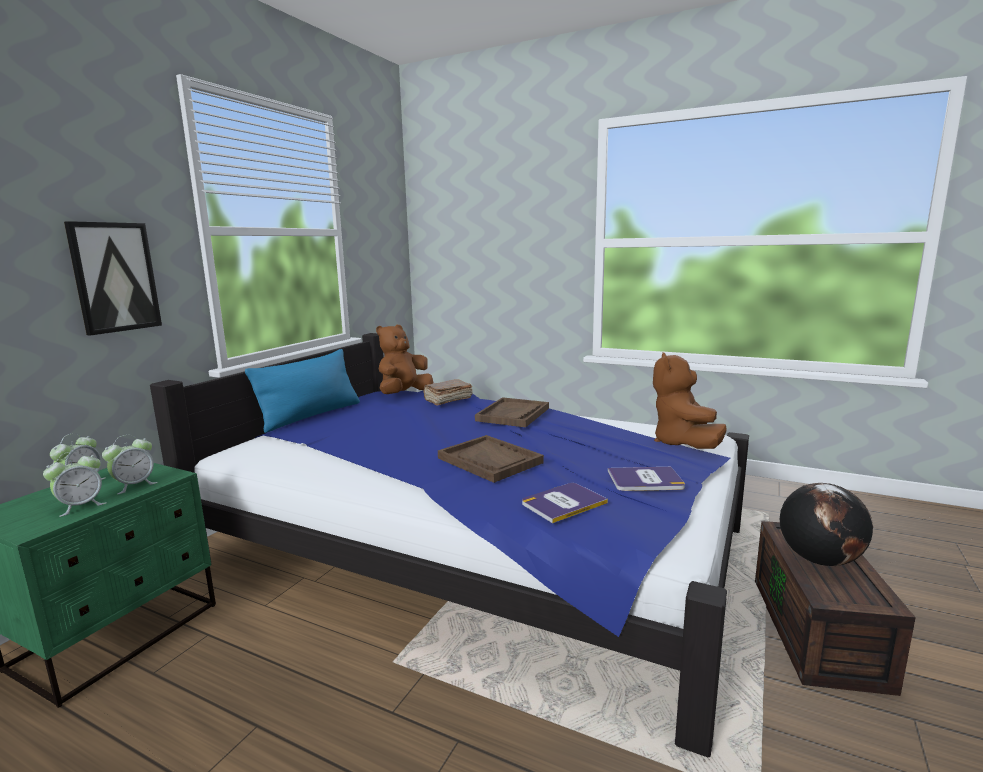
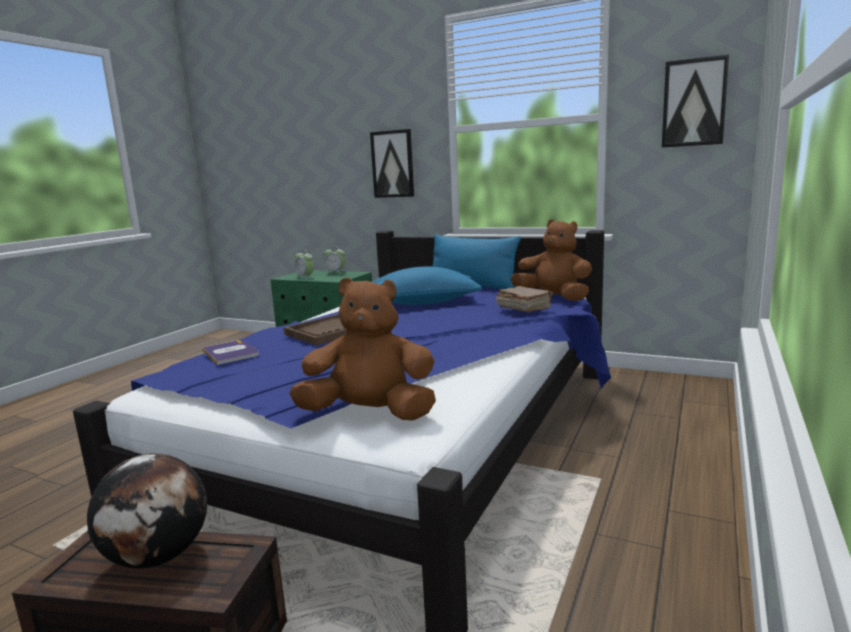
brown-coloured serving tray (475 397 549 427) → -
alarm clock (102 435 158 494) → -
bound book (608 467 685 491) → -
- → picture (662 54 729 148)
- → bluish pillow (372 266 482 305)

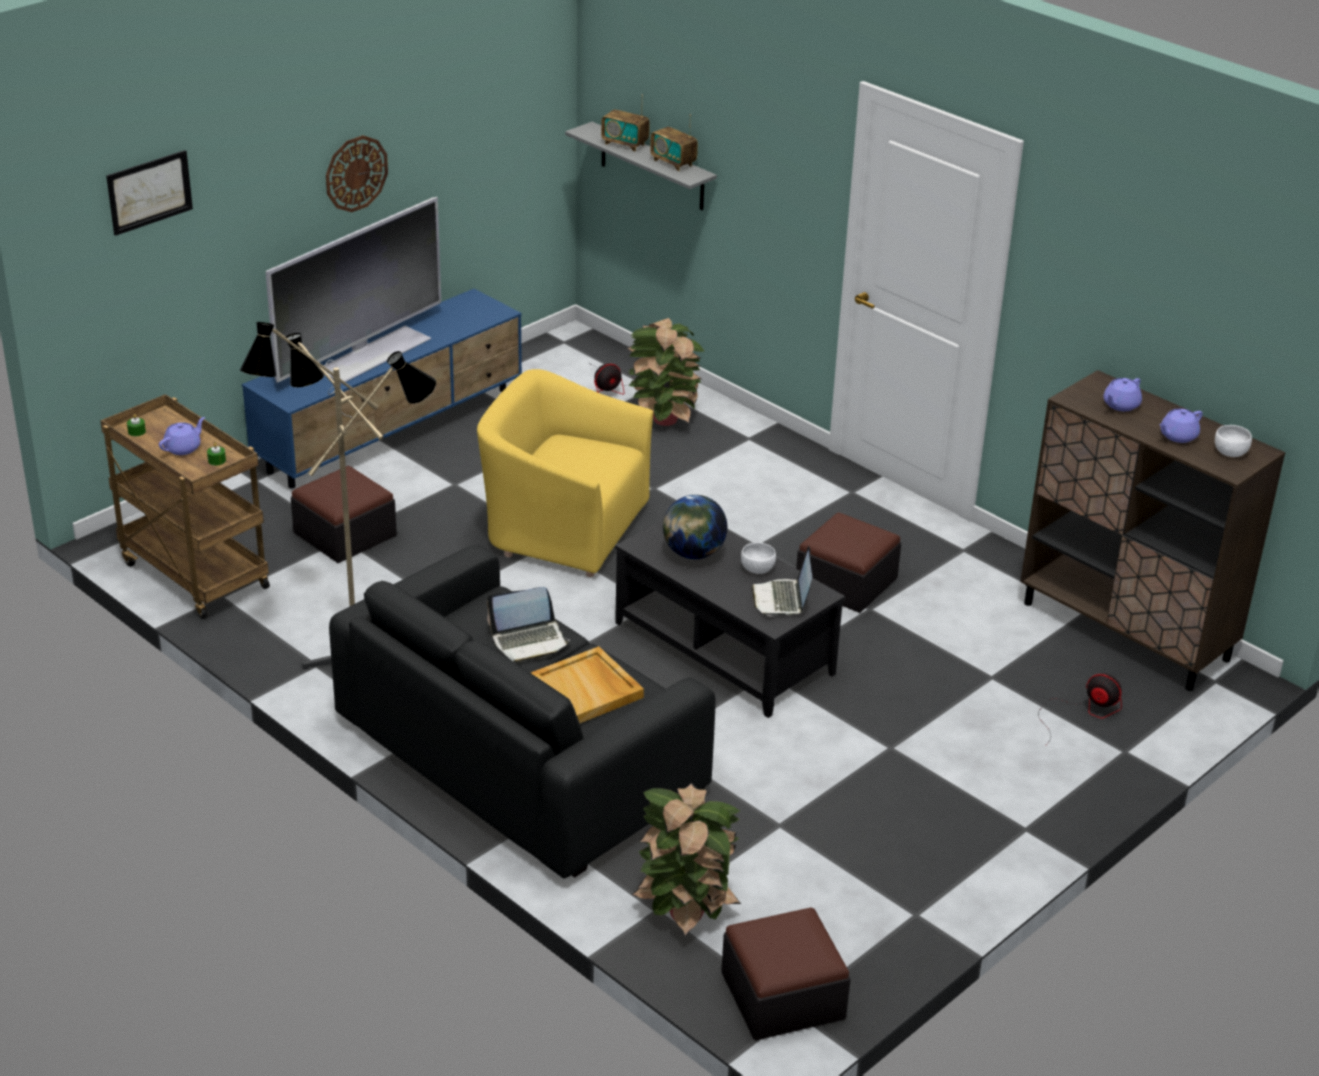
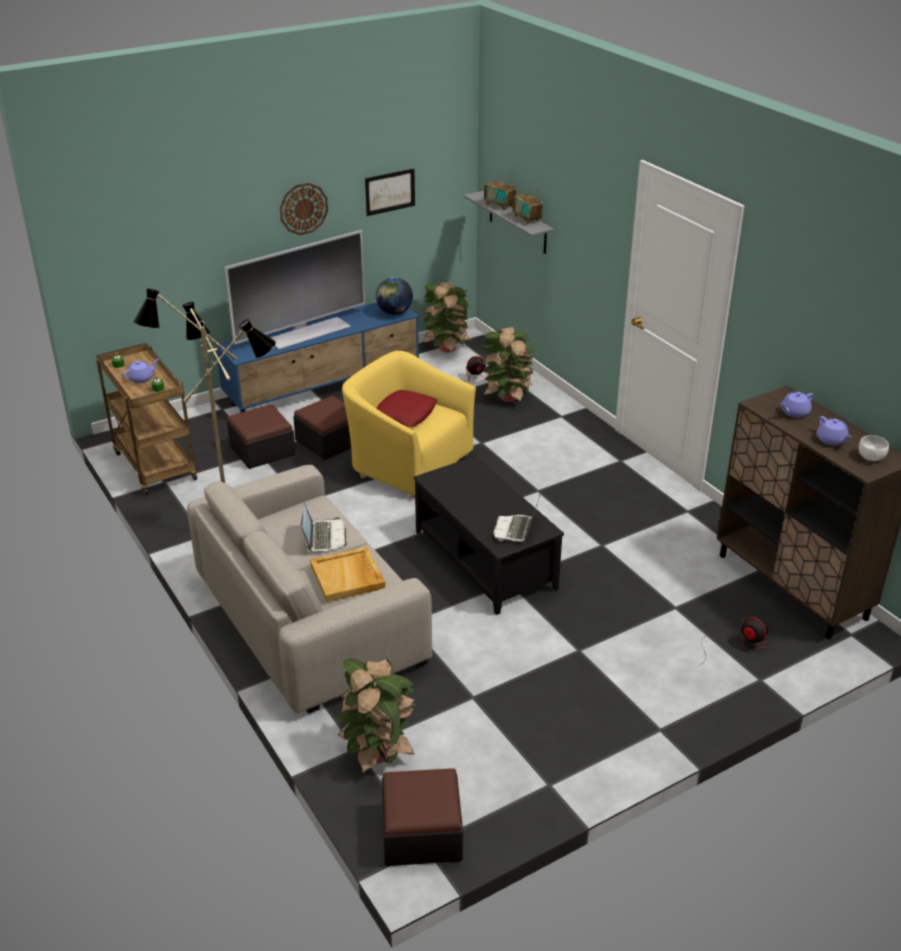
picture (106 150 193 236) → picture (365 168 415 216), relocated
purplish teapot (1159 409 1203 443) → purplish teapot (817 416 852 445), 90 degrees counterclockwise
world globe (663 495 727 559) → world globe (376 277 413 315), relocated
footrest (796 512 901 613) → footrest (293 396 351 460), relocated
white-coloured deep dish (741 542 776 574) → -
blackish settee (329 545 716 879) → sand-coloured settee (187 465 432 714)
portable computer (487 587 570 663) → portable computer (301 502 347 552), 90 degrees counterclockwise
- → plant in a pot (421 282 472 353)
- → red-coloured pillow (376 390 438 428)

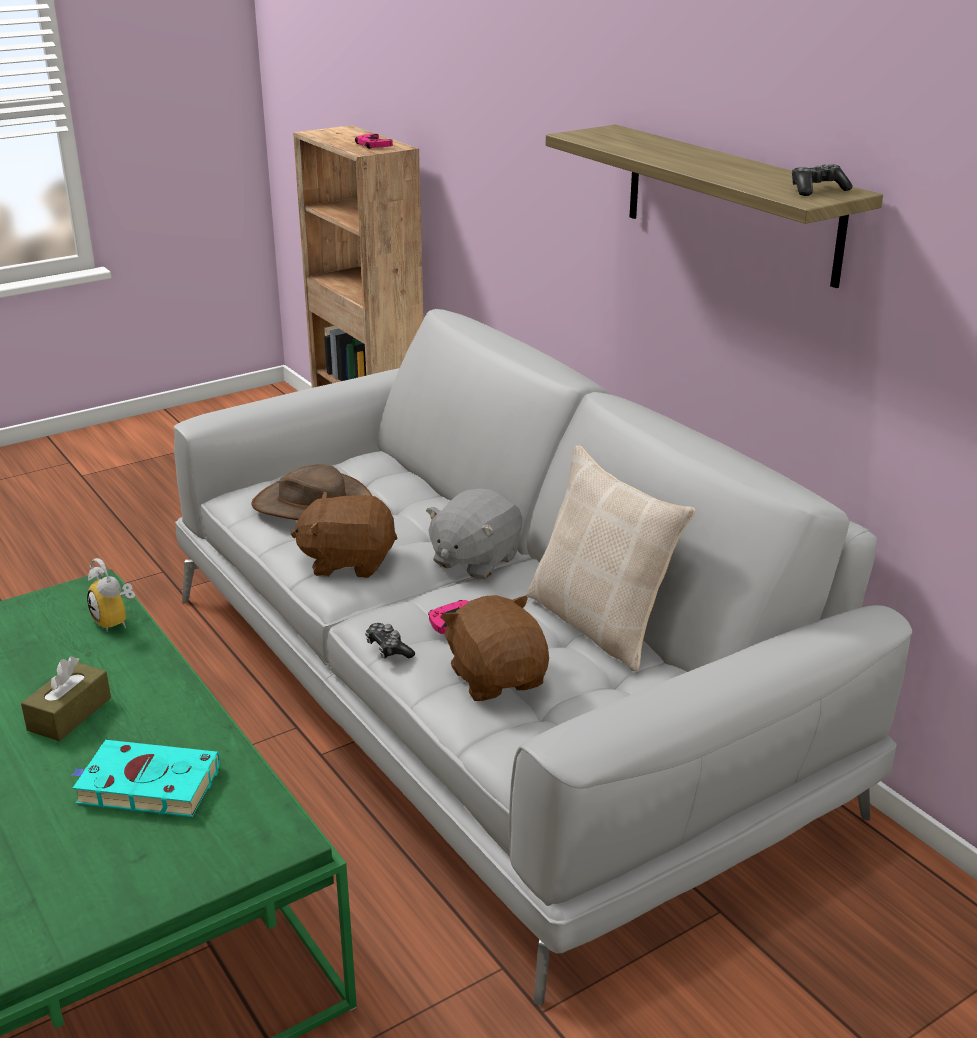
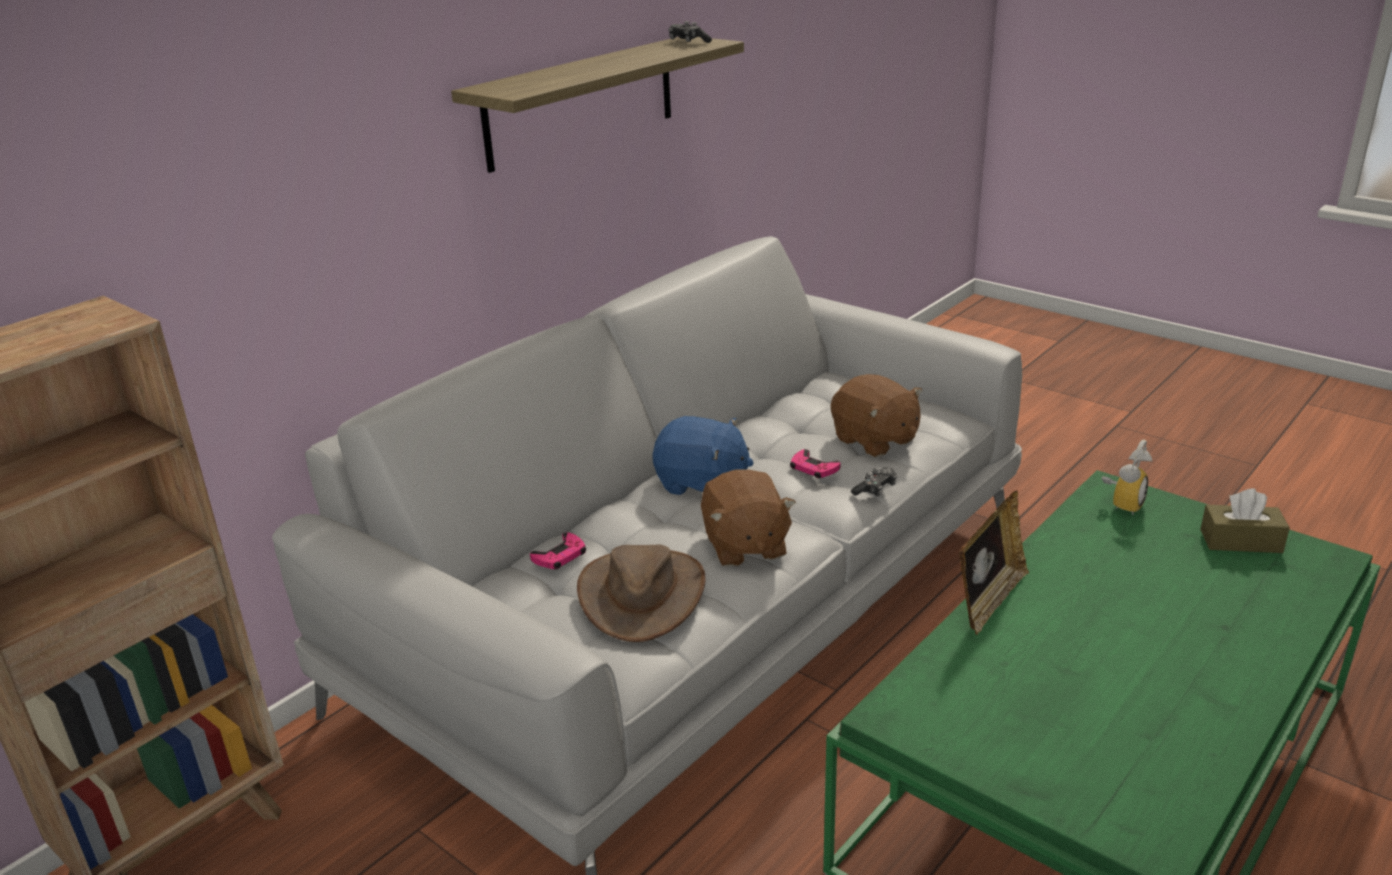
pink joypad (355 134 393 149) → pink joypad (530 532 586 570), relocated
sand-coloured pillow (526 445 696 671) → -
grey cuddly toy (426 489 522 580) → bluish cuddly toy (652 416 754 495)
alarm clock (87 558 135 632) → alarm clock (1101 440 1152 515), relocated
brown-coloured cuddly toy (440 595 549 701) → brown-coloured cuddly toy (831 374 922 457), 90 degrees counterclockwise
brown-coloured tissue box (21 656 111 741) → brown-coloured tissue box (1200 488 1290 553), relocated
turquoise bound book (71 740 220 817) → -
- → standing frame (959 490 1029 635)

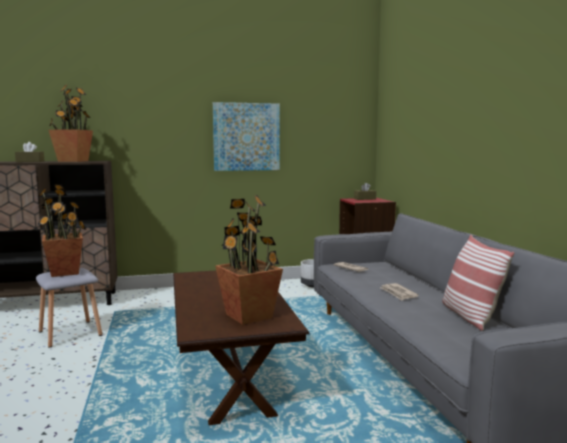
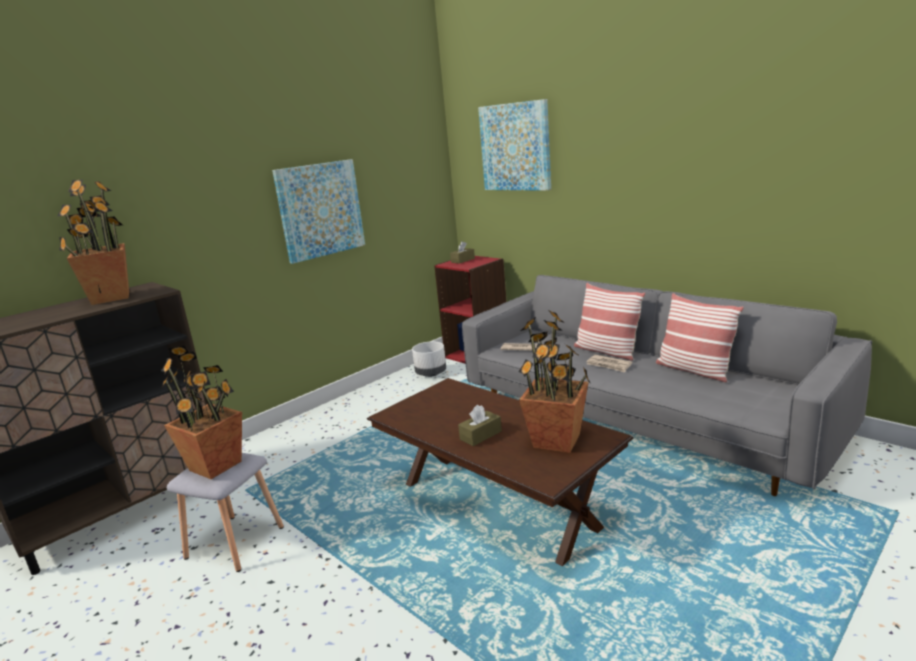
brown-coloured tissue box (15 142 44 162) → brown-coloured tissue box (458 405 502 446), relocated
- → picture (478 99 551 191)
- → pillow (574 283 645 361)

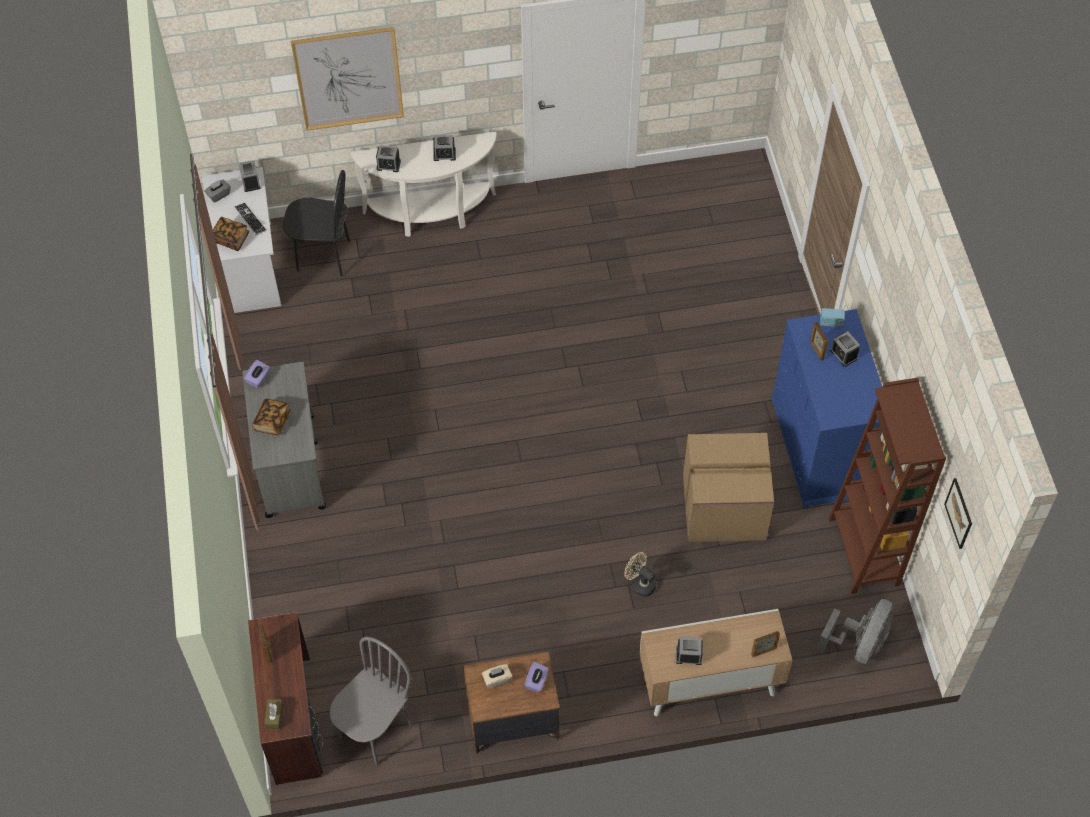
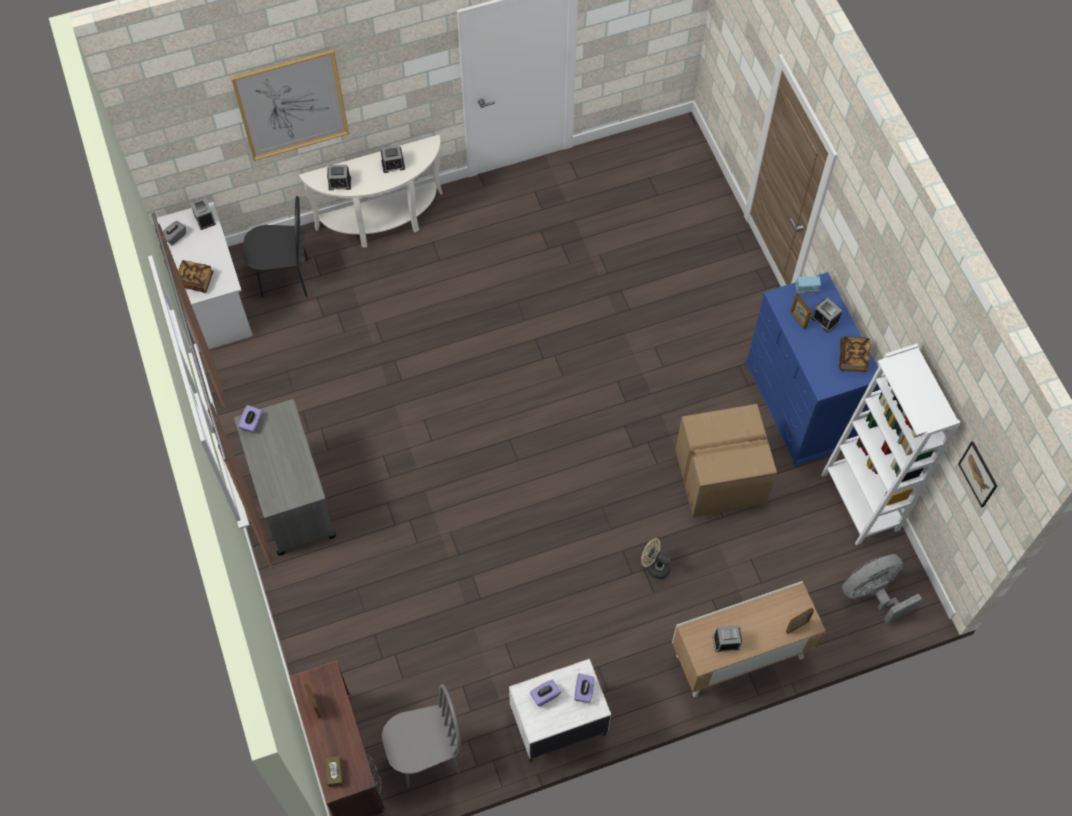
keyboard (234 202 267 235) → -
brown-coloured bookshelf (829 378 946 594) → white-coloured bookshelf (821 344 960 545)
bound book (252 398 291 436) → bound book (839 336 870 372), relocated
grey electric fan (817 599 893 664) → grey electric fan (842 554 922 624), 135 degrees counterclockwise
grey upright chair (330 637 412 765) → grey upright chair (382 684 461 788), 45 degrees clockwise
brown-coloured nightstand (463 651 560 754) → white-coloured nightstand (509 659 611 764)
sand-coloured tissue box (482 664 513 689) → purplish tissue box (530 680 561 707)

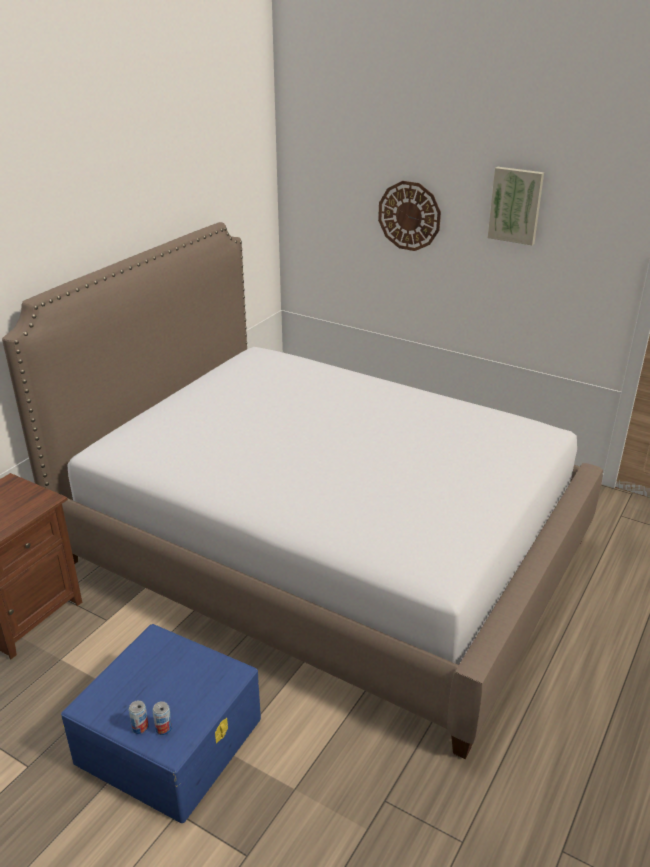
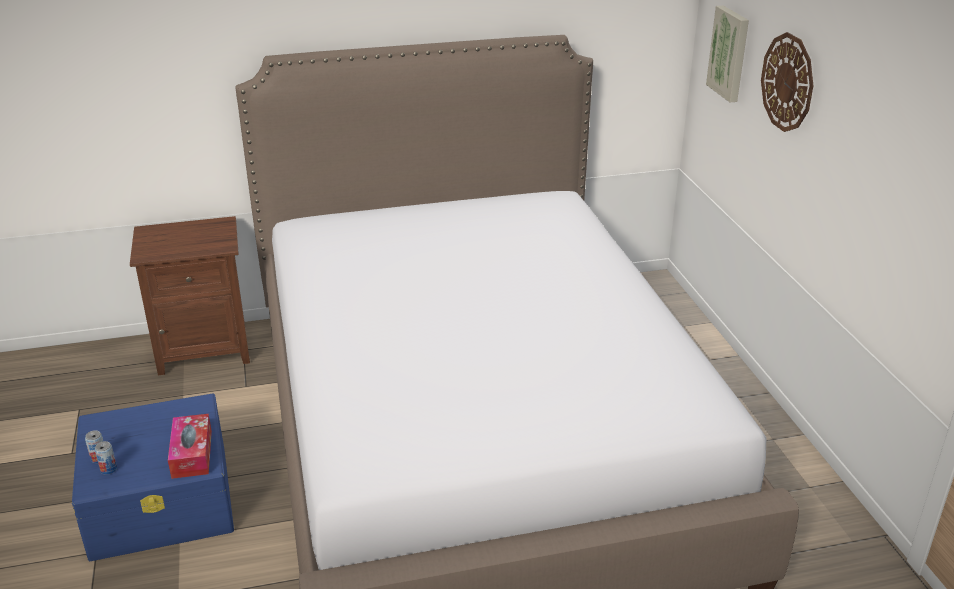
picture (488 167 544 245) → picture (706 5 749 102), relocated
- → tissue box (168 414 212 479)

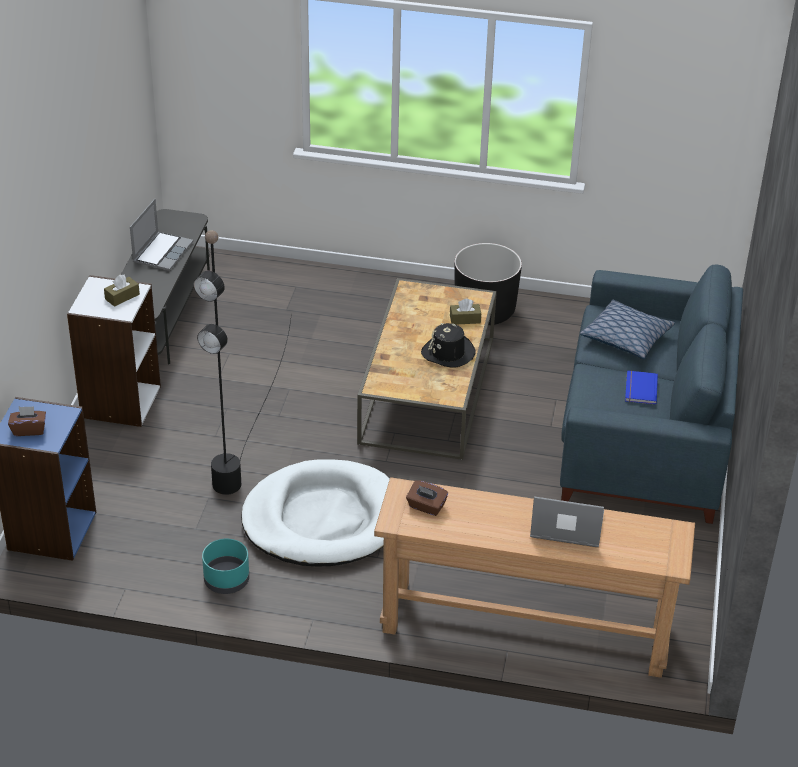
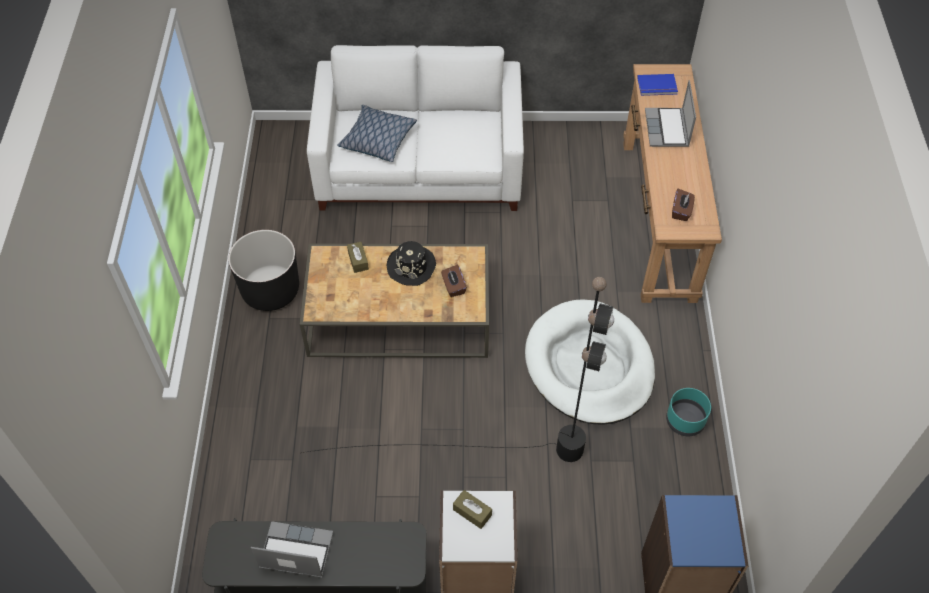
bluish settee (560 265 743 524) → white-coloured settee (307 45 524 211)
bluish bound book (625 370 658 405) → bluish bound book (637 74 678 96), relocated
brown-coloured tissue box (8 406 46 436) → brown-coloured tissue box (441 265 467 297), relocated

